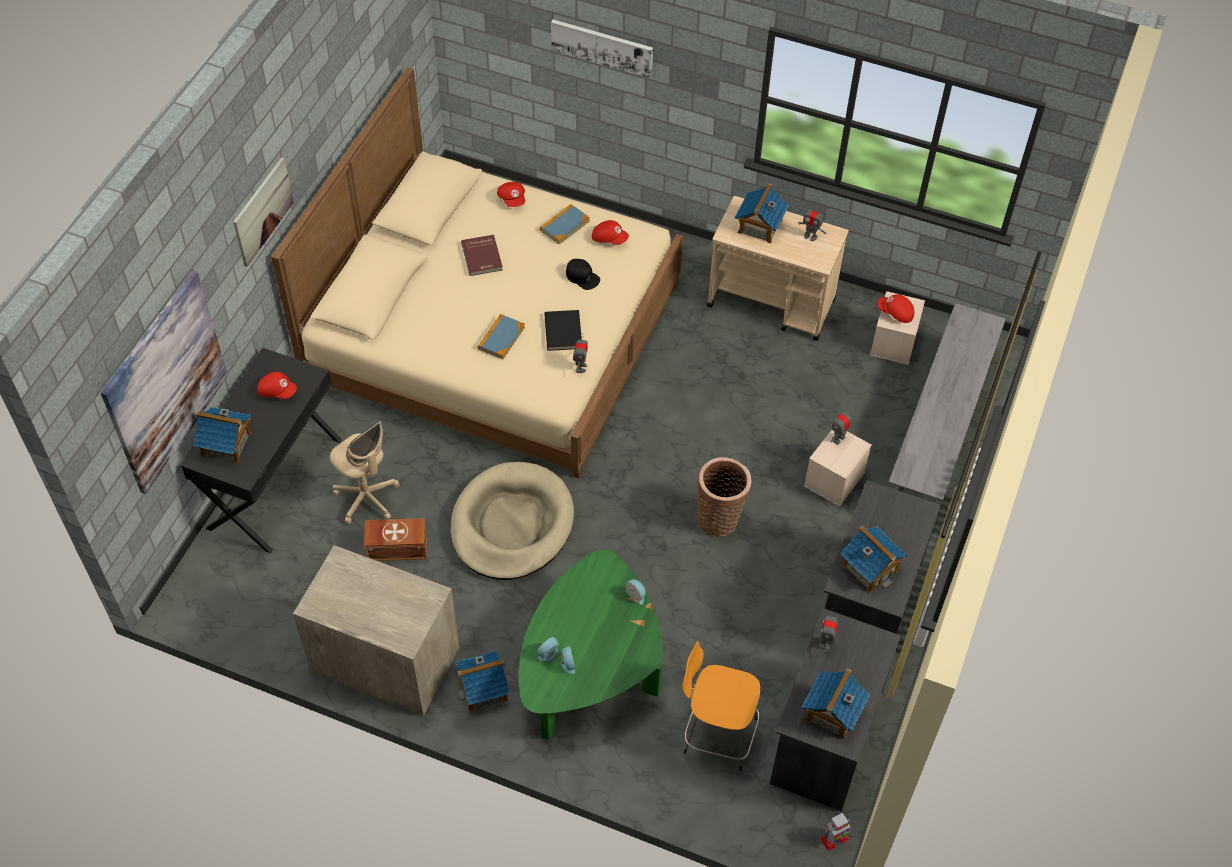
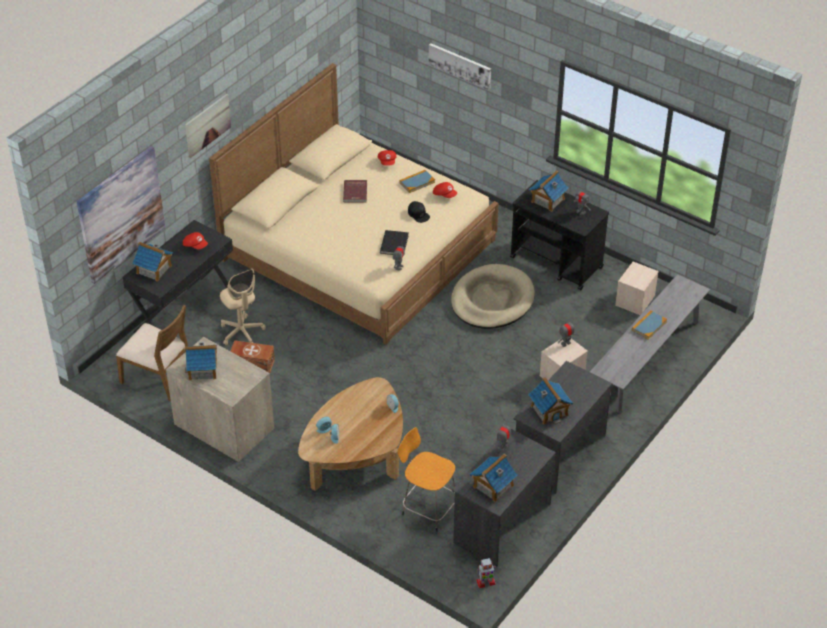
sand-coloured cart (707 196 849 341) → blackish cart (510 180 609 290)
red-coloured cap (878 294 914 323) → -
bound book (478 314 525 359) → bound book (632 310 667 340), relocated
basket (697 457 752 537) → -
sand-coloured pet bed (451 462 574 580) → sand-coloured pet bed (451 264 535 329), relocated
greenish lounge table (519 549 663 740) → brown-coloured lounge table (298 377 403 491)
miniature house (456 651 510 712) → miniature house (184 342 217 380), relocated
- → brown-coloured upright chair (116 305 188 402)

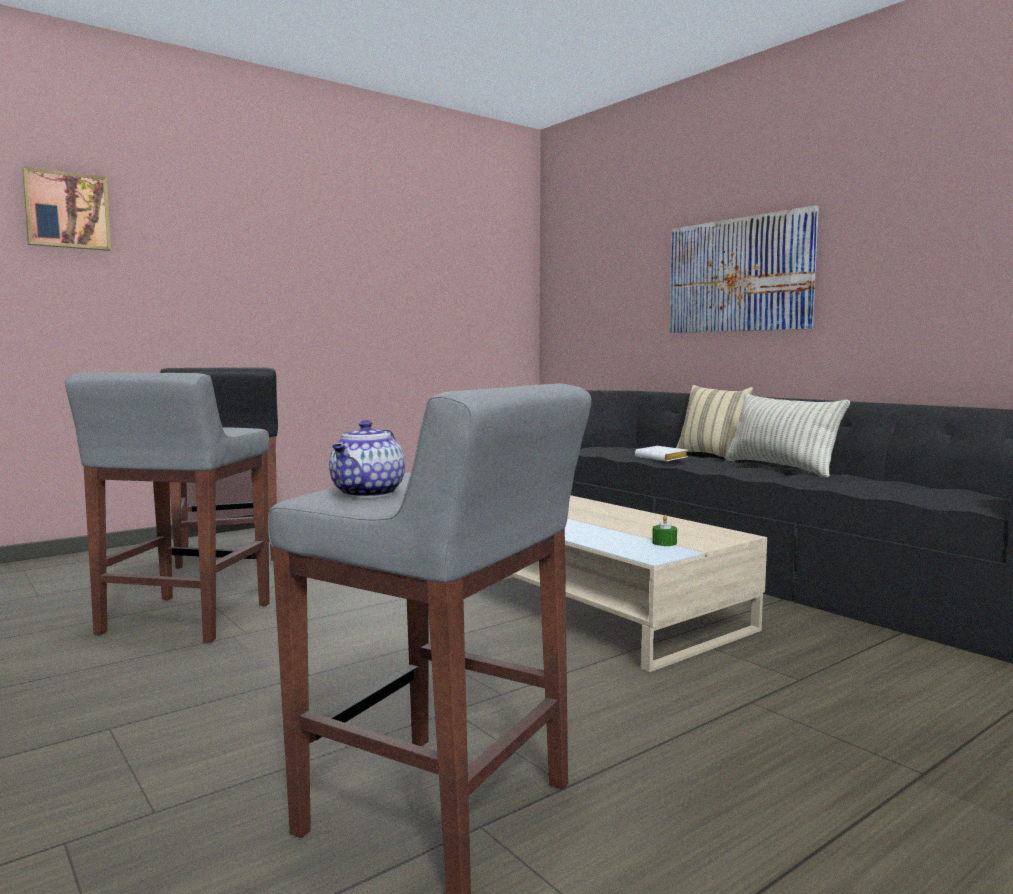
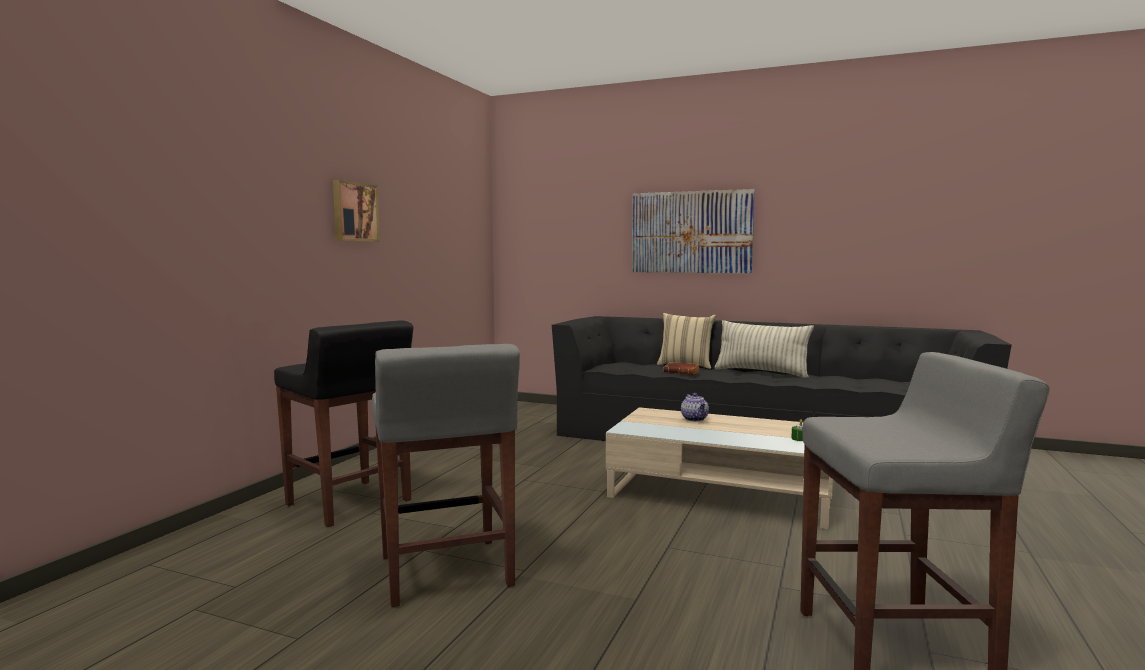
picture (22 167 111 251) → picture (333 180 380 242), relocated
teapot (329 420 405 498) → teapot (681 393 709 421), relocated
white-coloured bound book (635 446 688 461) → brown-coloured bound book (663 362 700 375)

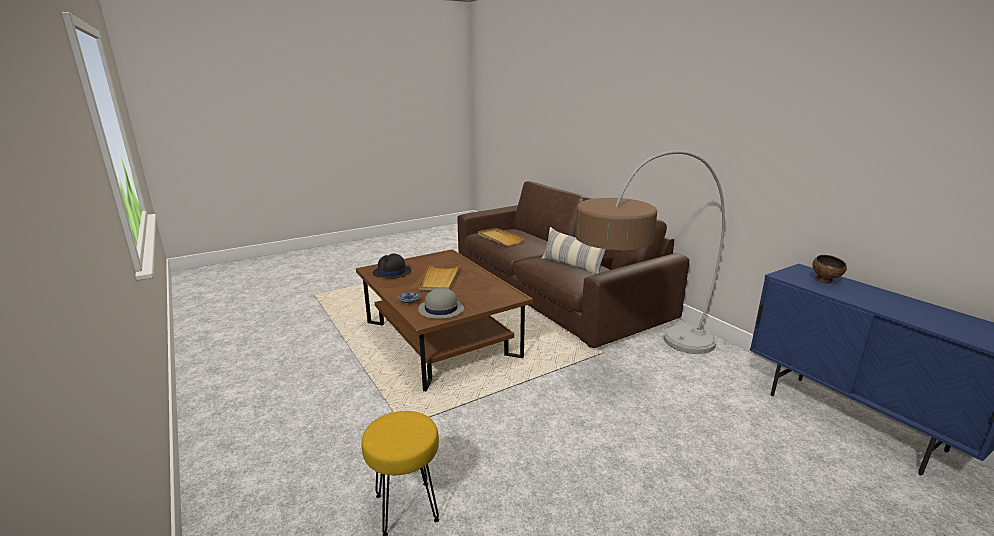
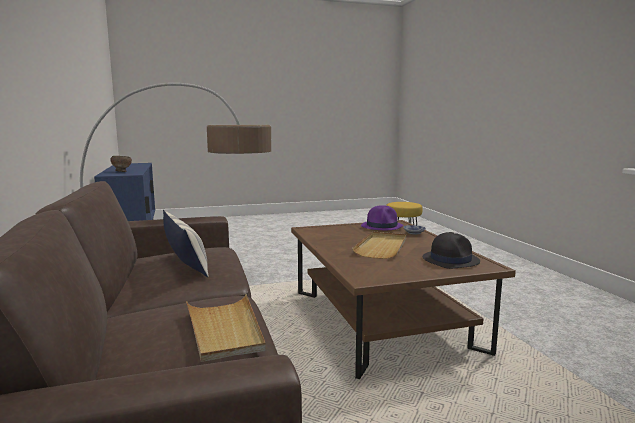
grey wearable hat (418 287 464 319) → purplish wearable hat (361 205 404 230)

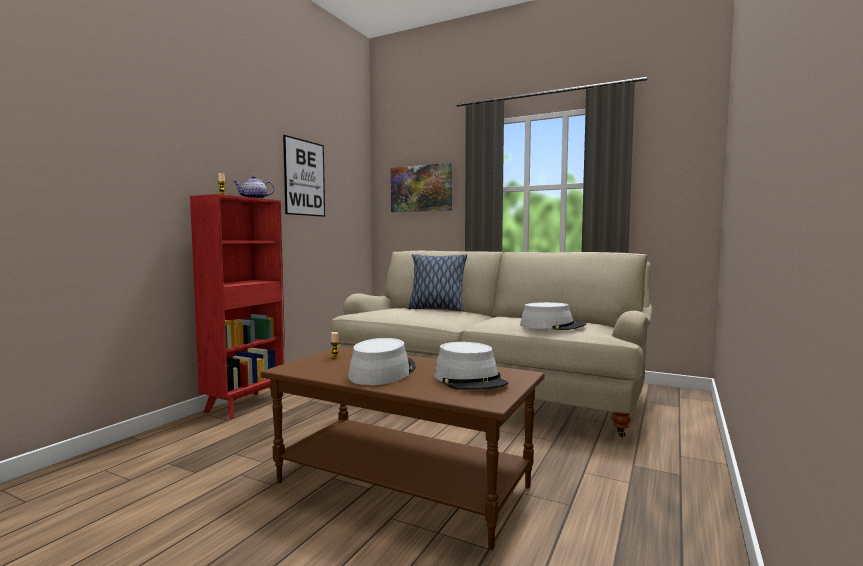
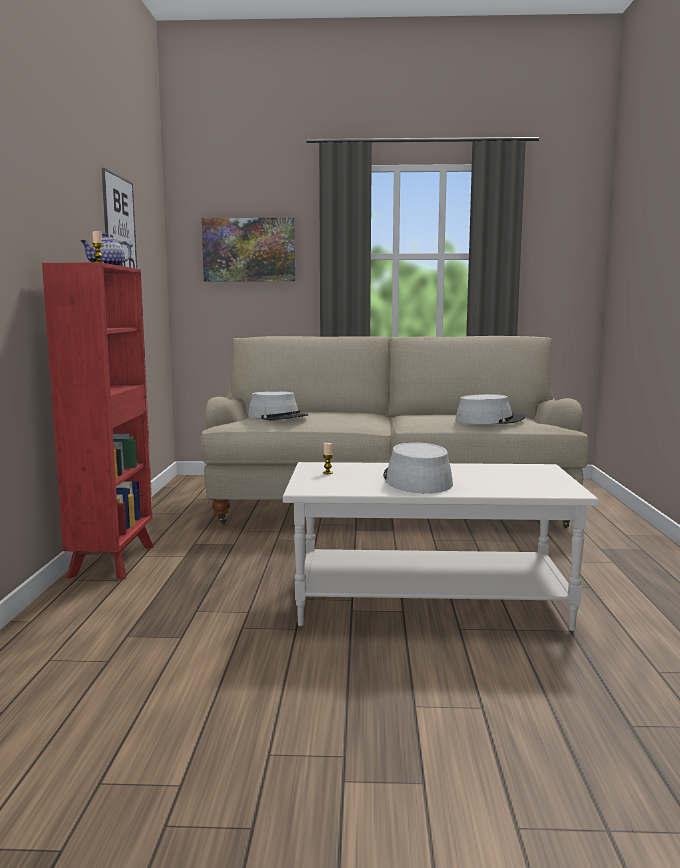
pillow (408 254 467 311) → -
grey wearable hat (435 342 508 390) → grey wearable hat (248 391 308 421), relocated
brown-coloured lounge table (260 347 545 550) → white-coloured lounge table (283 462 599 631)

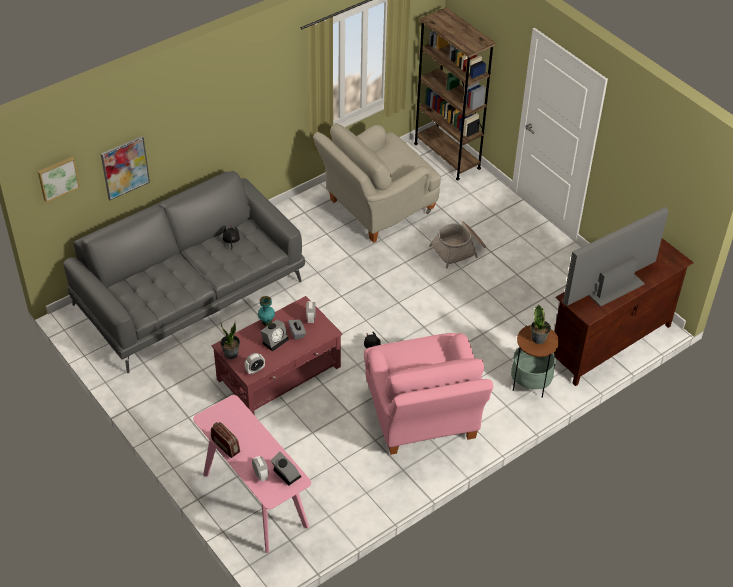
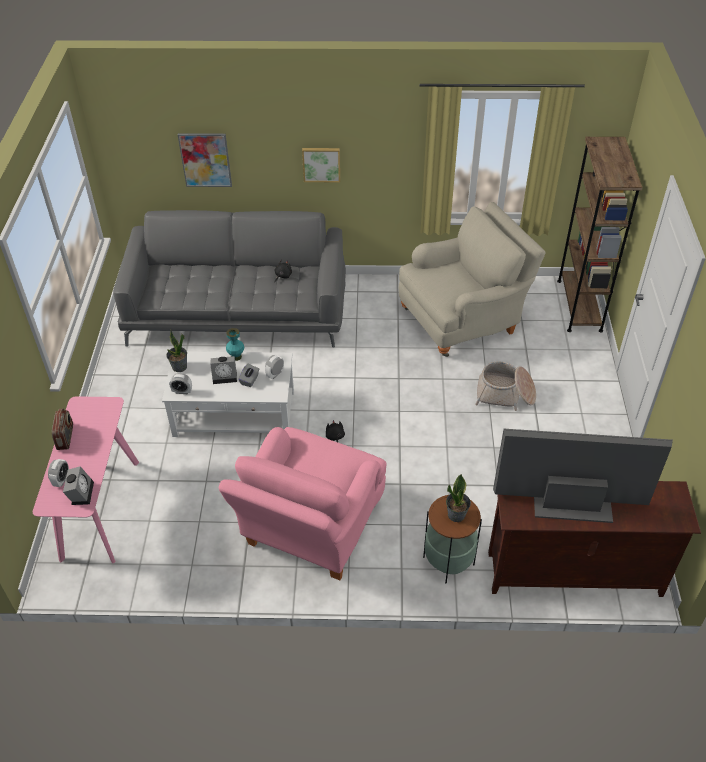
sand-coloured armchair (313 123 441 243) → sand-coloured armchair (399 202 546 357), 150 degrees clockwise
picture (38 157 80 202) → picture (302 148 340 182), relocated
red-coloured lounge table (211 296 343 415) → white-coloured lounge table (162 352 294 437)

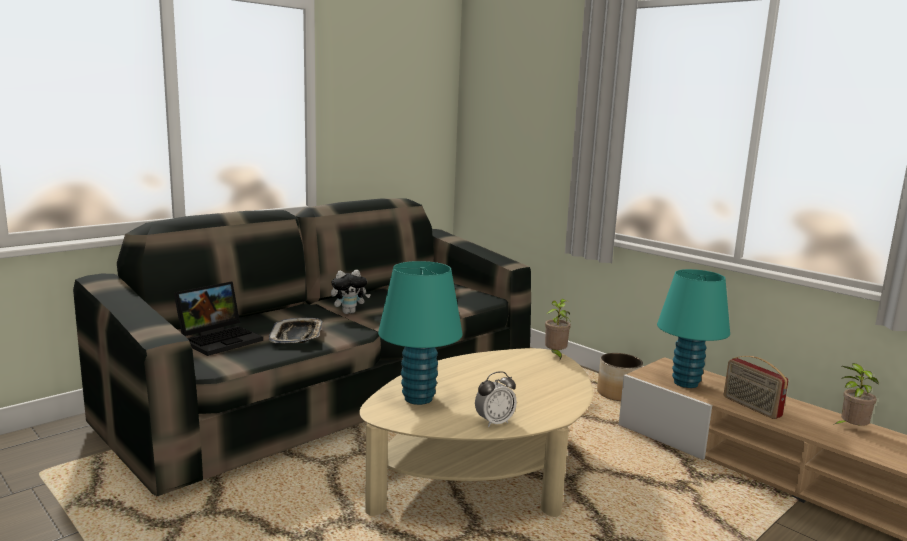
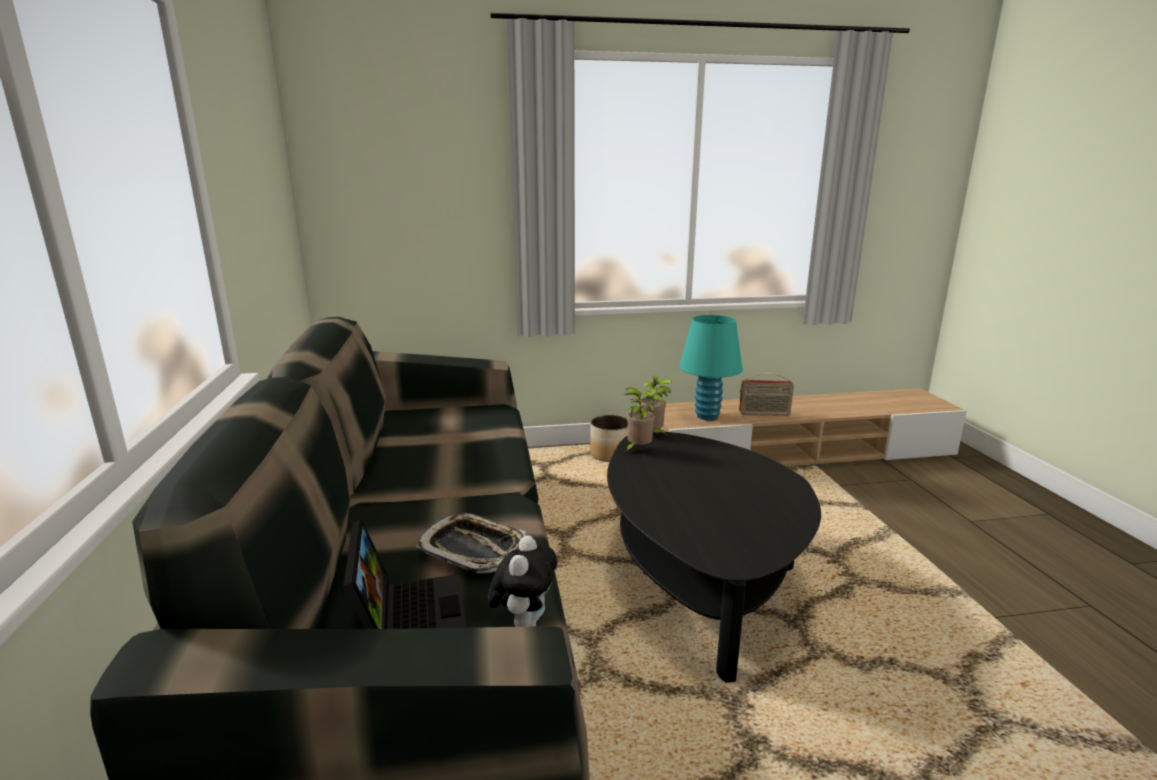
turquoise tabletop lamp (378 261 462 405) → -
cuddly toy (331 270 371 314) → cuddly toy (488 535 557 627), relocated
sand-coloured lounge table (360 348 593 517) → blackish lounge table (607 432 821 683)
plant in a pot (833 363 879 426) → plant in a pot (623 387 655 452), relocated
alarm clock (475 371 517 428) → -

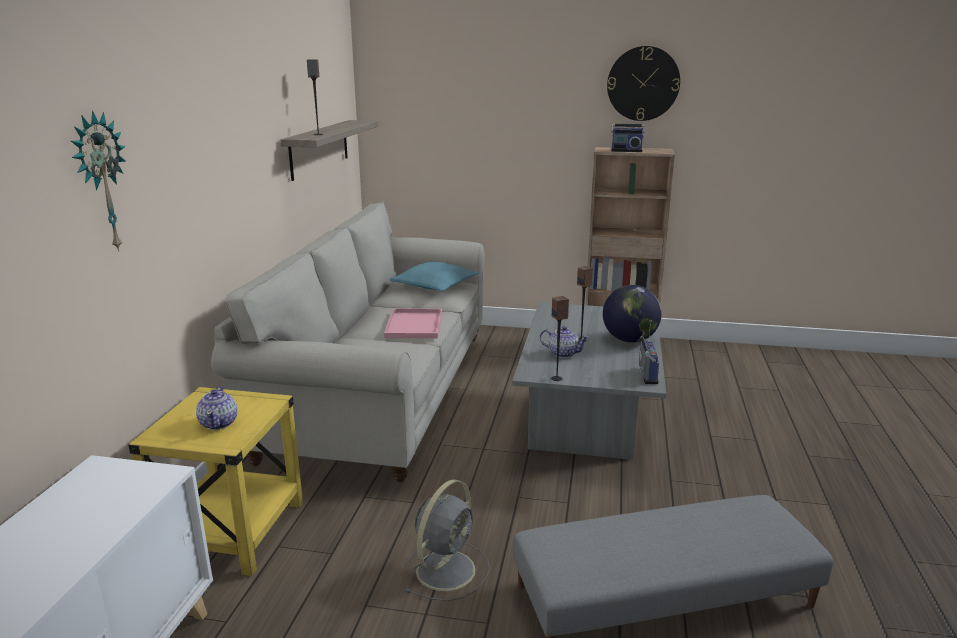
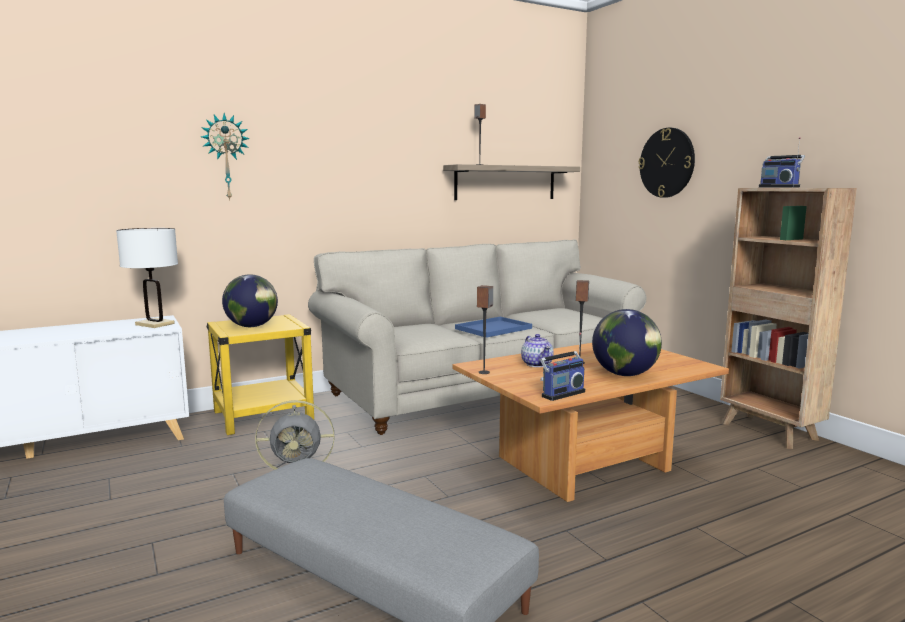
hanging clock (607 46 680 121) → hanging clock (638 128 695 198), relocated
turquoise pillow (390 262 479 292) → -
grey lounge table (512 302 666 460) → brown-coloured lounge table (453 343 729 502)
pink serving tray (384 309 442 338) → bluish serving tray (455 317 532 338)
teapot (196 386 237 430) → world globe (222 274 278 327)
- → white-coloured tabletop lamp (116 228 178 328)

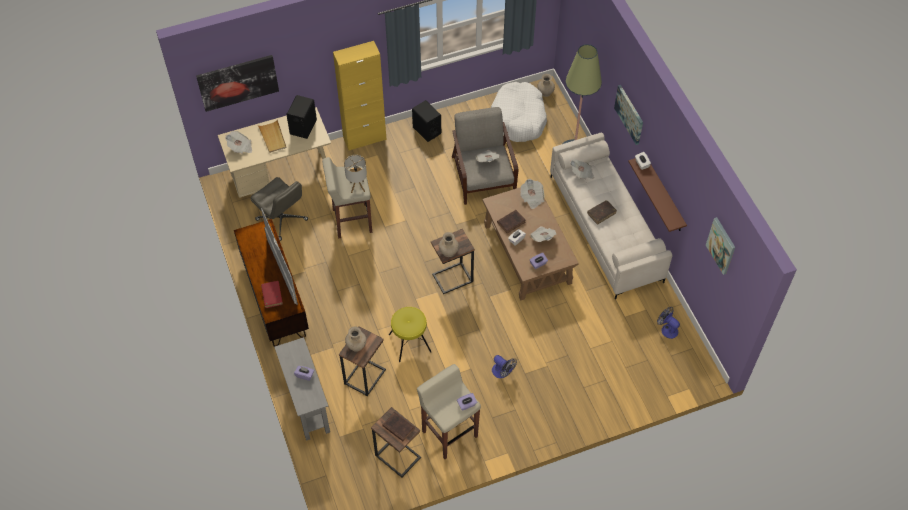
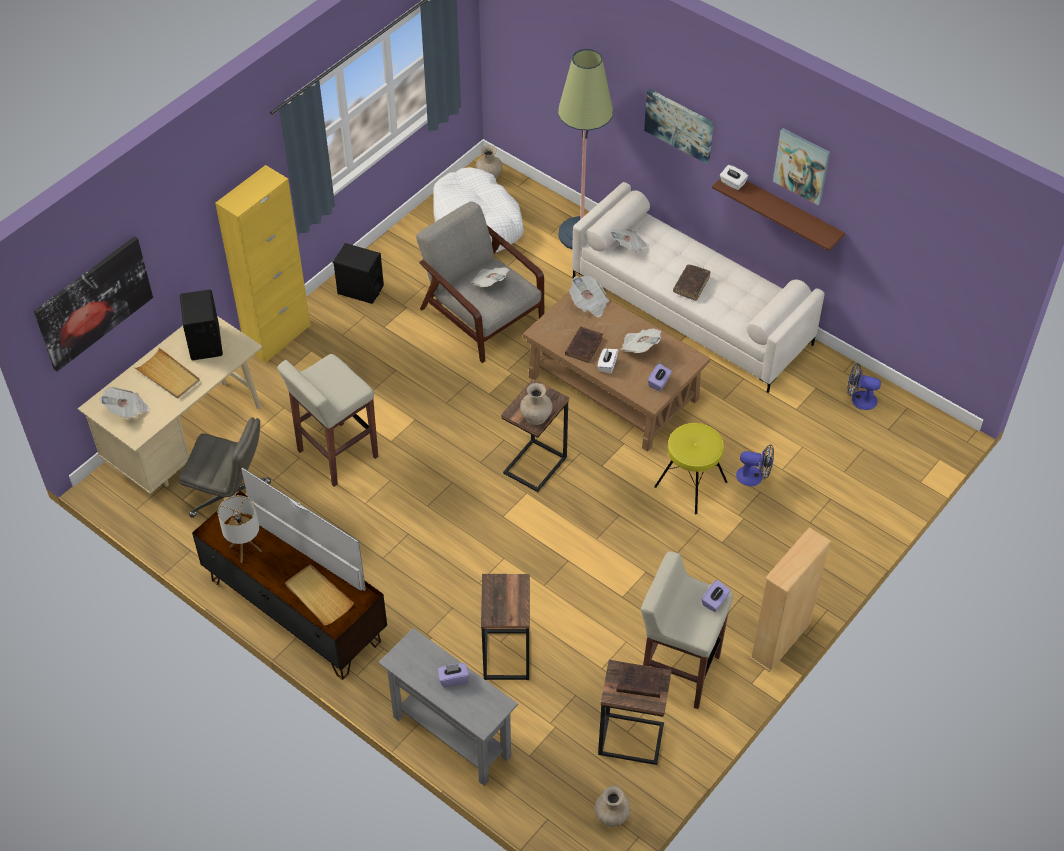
tabletop lamp (344 155 367 193) → tabletop lamp (218 495 262 563), relocated
picture (706 217 735 275) → picture (773 128 830 205), relocated
red-coloured bound book (261 281 283 308) → sand-coloured serving tray (285 564 354 625)
yellowish stool seat (389 307 432 362) → yellowish stool seat (654 423 727 514), relocated
sand-coloured vase (345 326 366 352) → sand-coloured vase (594 786 630 827), relocated
electric fan (492 355 517 378) → electric fan (736 445 774 486), relocated
- → sand-coloured bookshelf (749 528 831 672)

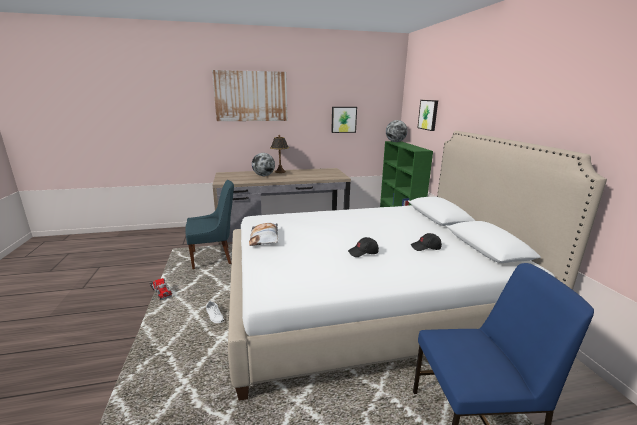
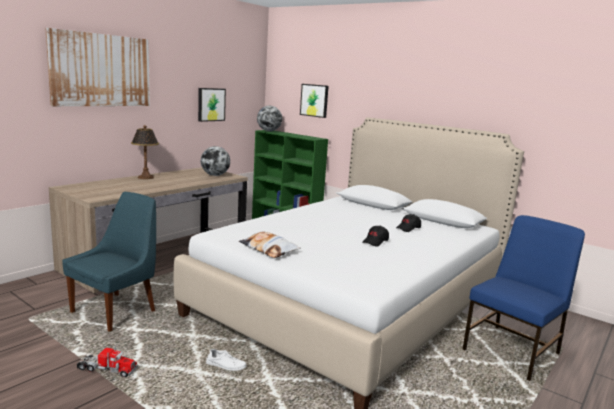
world globe (252 153 275 176) → world globe (201 146 230 176), relocated

